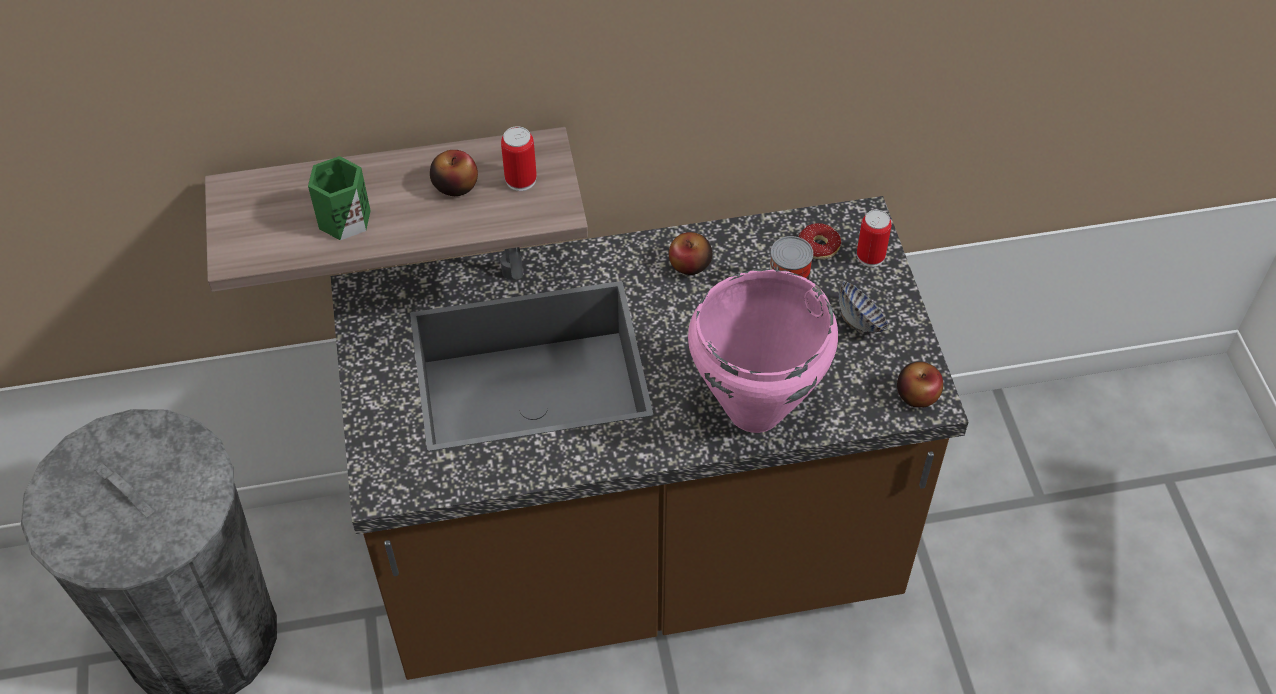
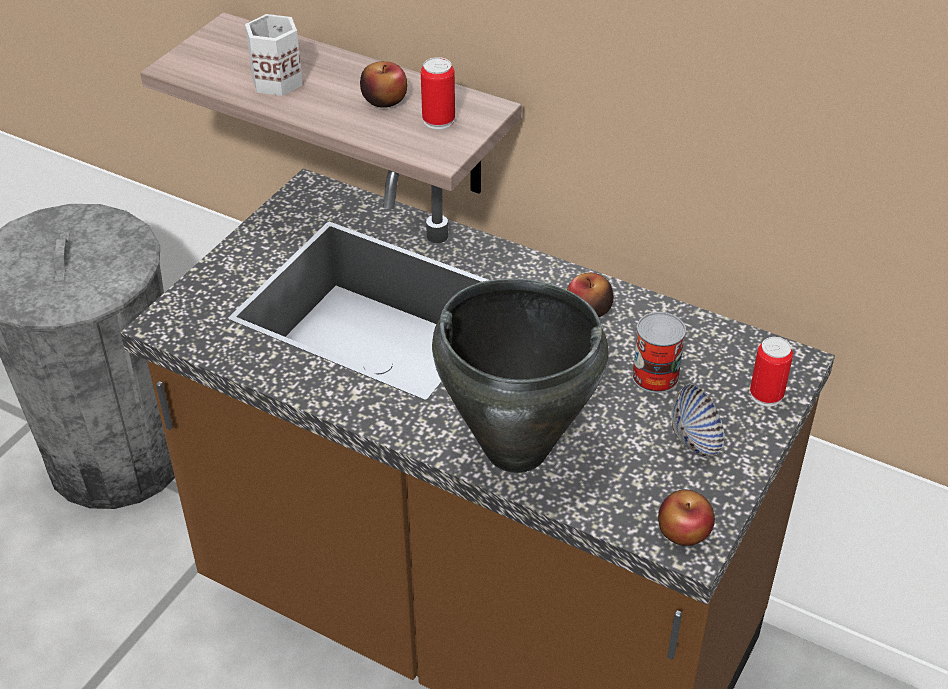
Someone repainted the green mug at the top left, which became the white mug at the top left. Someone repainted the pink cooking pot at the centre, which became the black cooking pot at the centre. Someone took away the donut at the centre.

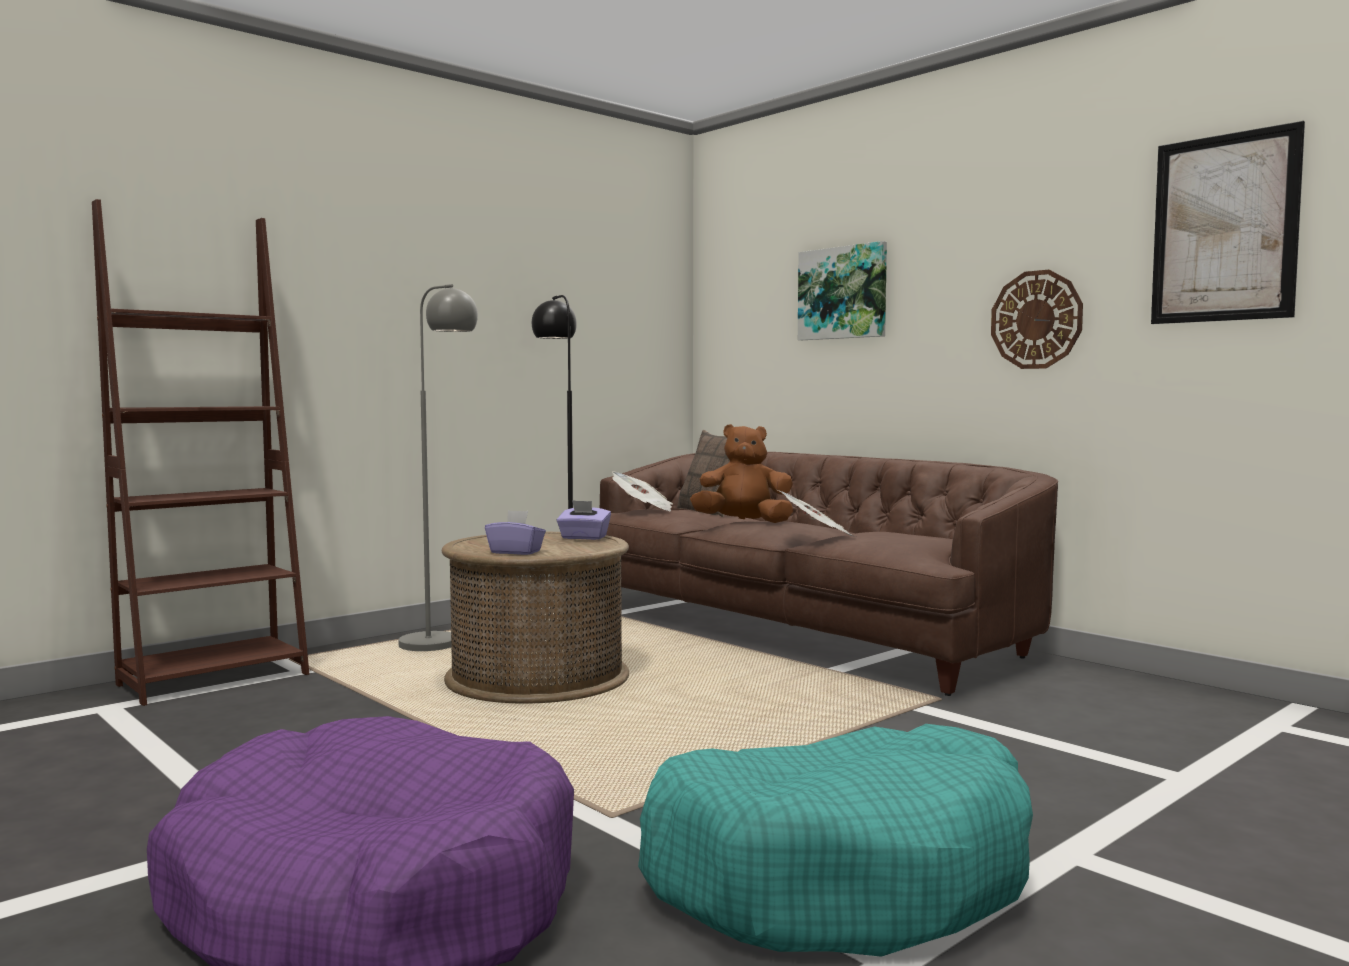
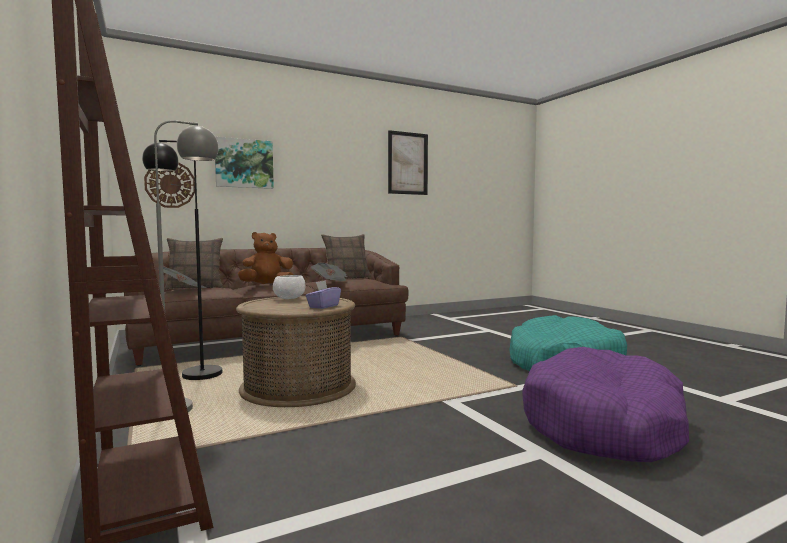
Someone carried the wall clock from the top right to the middle left. Someone rotated the brown plush toy at the centre by 45 degrees clockwise. Someone swapped the purple tissue box (no. 2 from left) at the centre for the white bowl at the centre. Someone put down the pillow (no. 2 from left) at the centre.

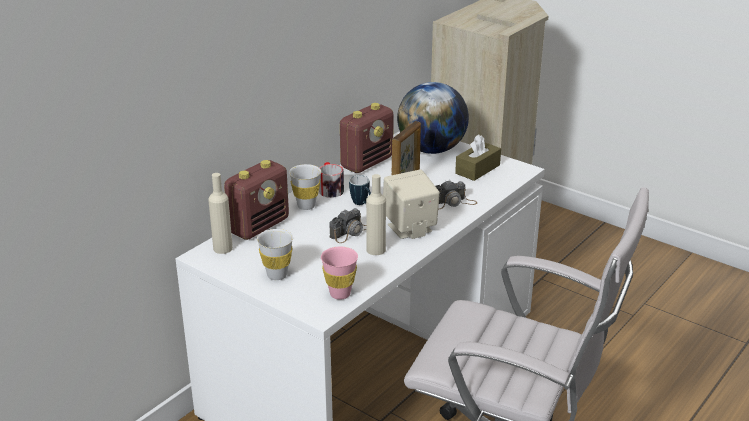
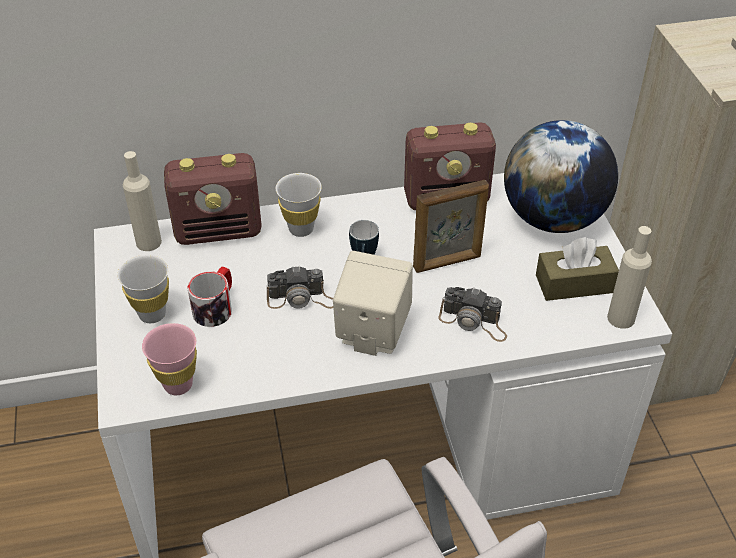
Someone carried the mug (no. 1 from left) from the centre to the middle left. Someone carried the beige bottle (no. 2 from left) from the centre to the middle right.

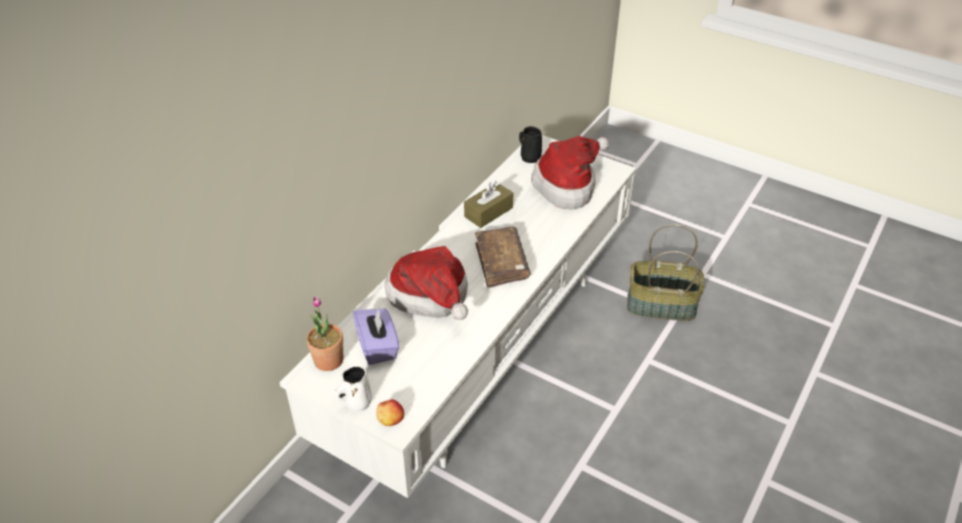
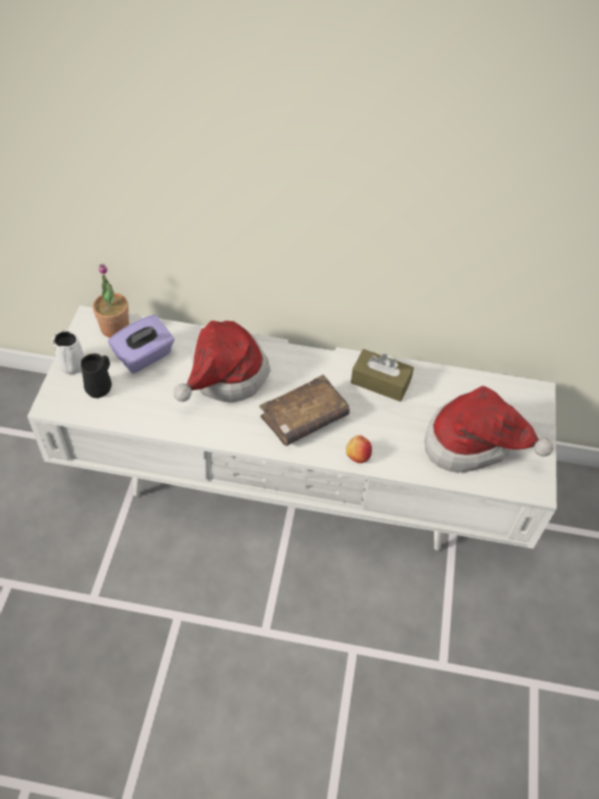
Someone carried the black mug from the top centre to the middle left. Someone carried the apple from the bottom centre to the centre. Someone took away the basket at the middle right.

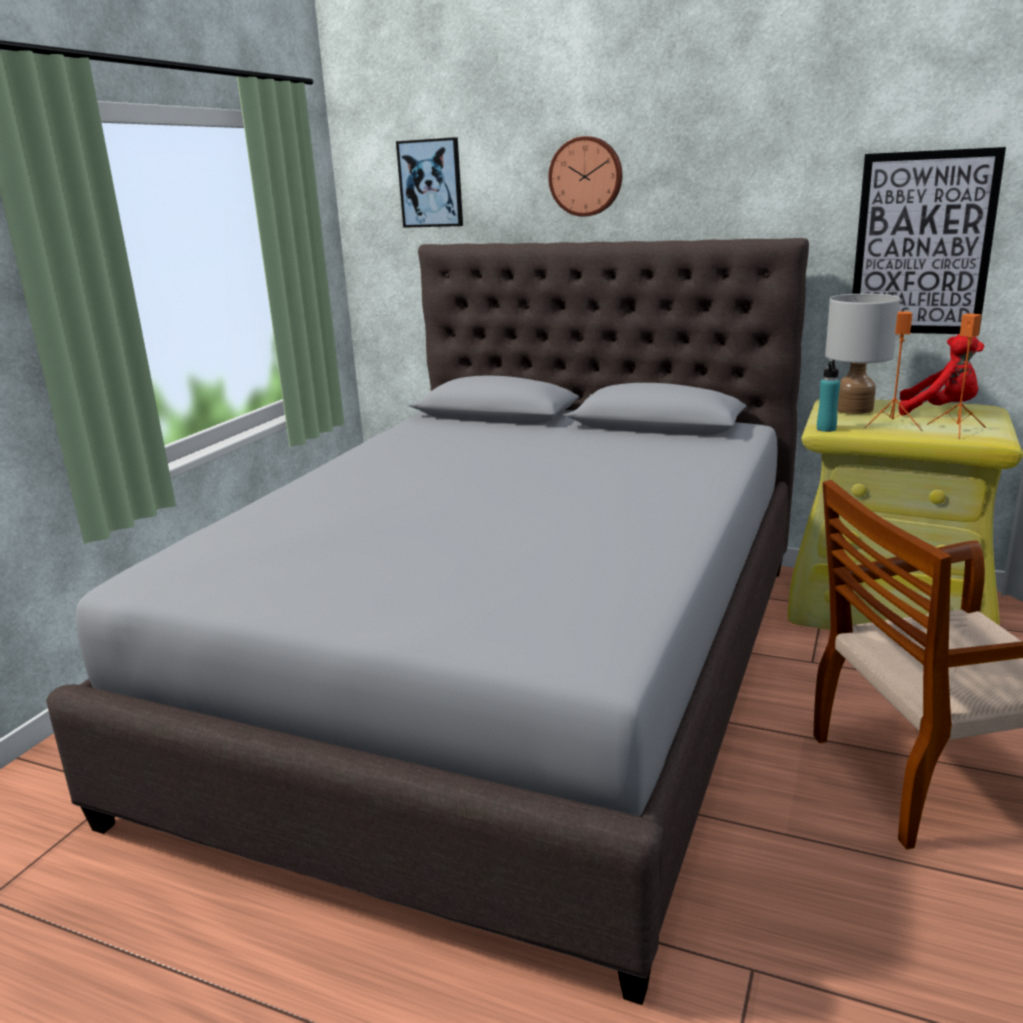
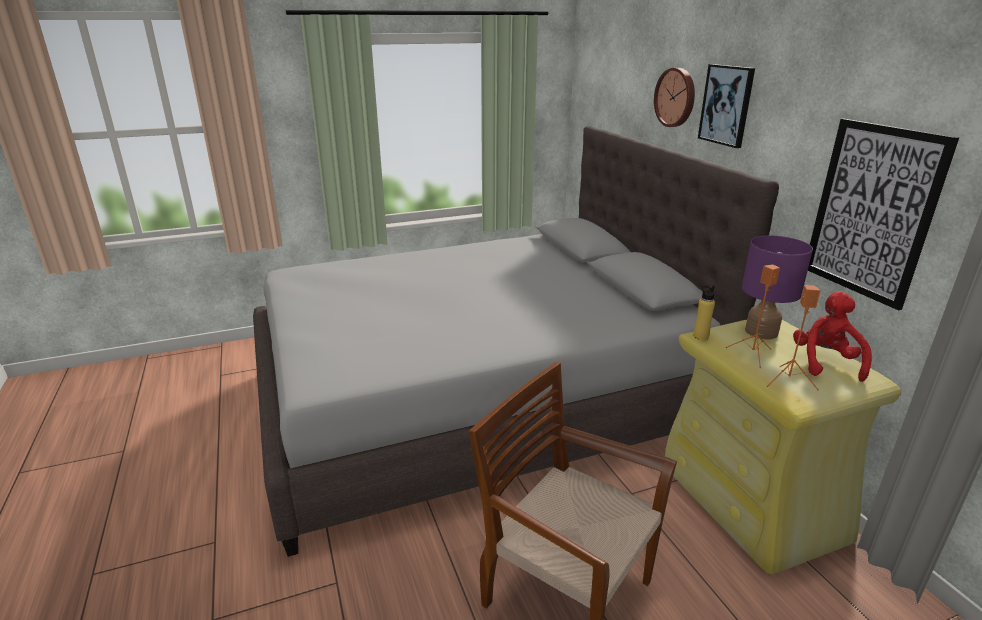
Someone repainted the turquoise bottle at the middle right, which became the yellow bottle at the middle right. Someone carried the picture (no. 1 from left) from the top centre to the top right. Someone repainted the grey table lamp at the middle right, which became the purple table lamp at the middle right. Someone rotated the red plush toy at the middle right by 150 degrees counterclockwise.

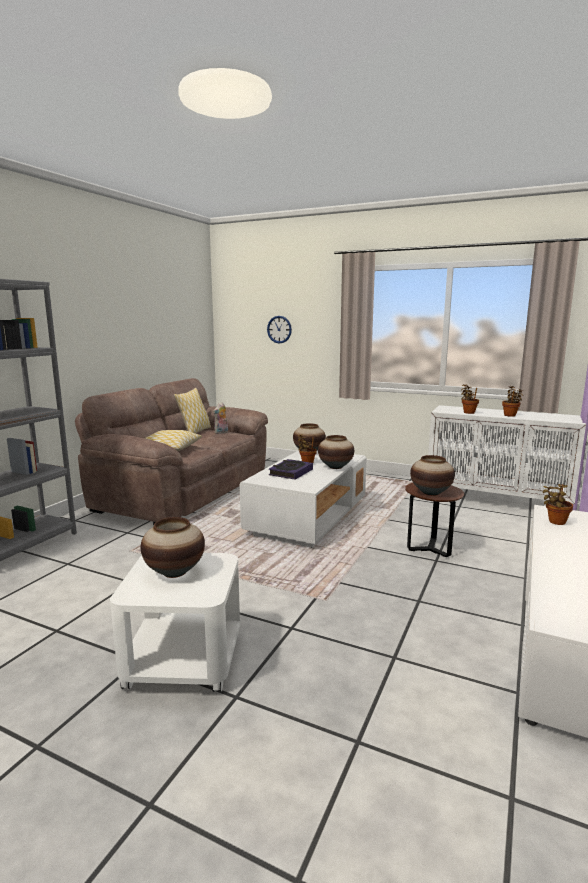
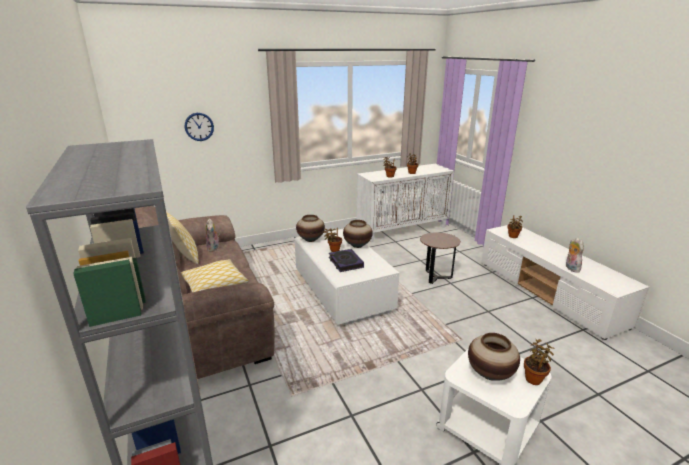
Someone put down the potted plant (no. 5 from left) at the bottom right. Someone put down the plush toy (no. 2 from left) at the middle right. Someone took away the vase (no. 4 from left) at the middle right.

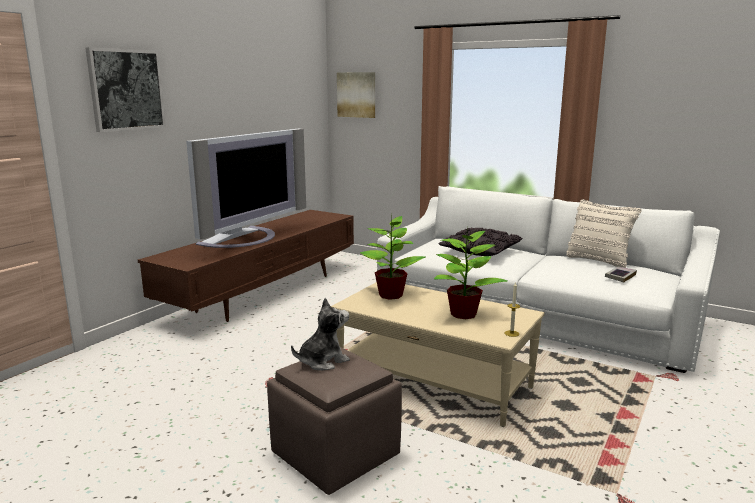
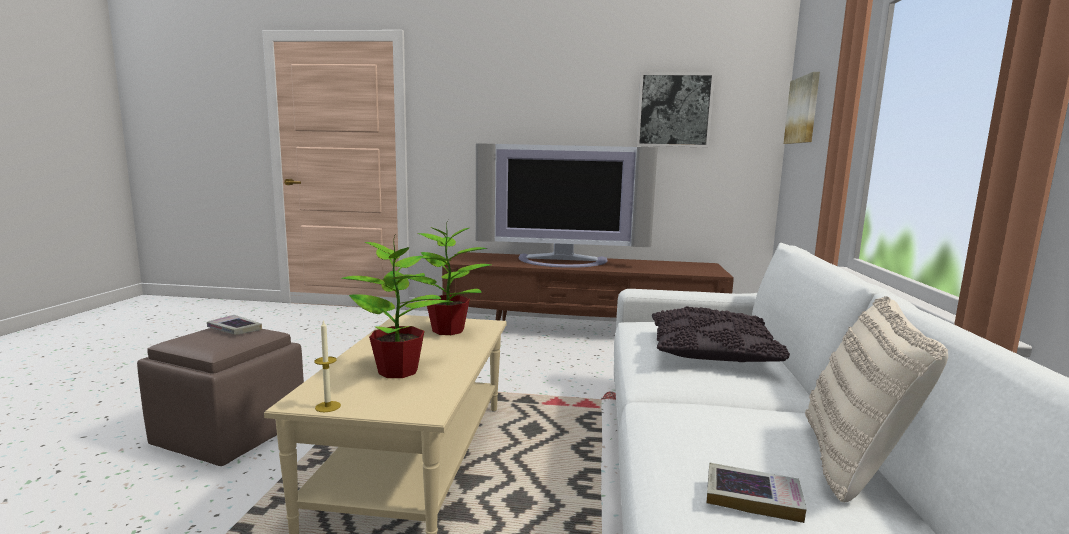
Someone swapped the plush toy at the centre for the book (no. 1 from left) at the middle left. Someone carried the picture (no. 1 from left) from the top left to the top centre.

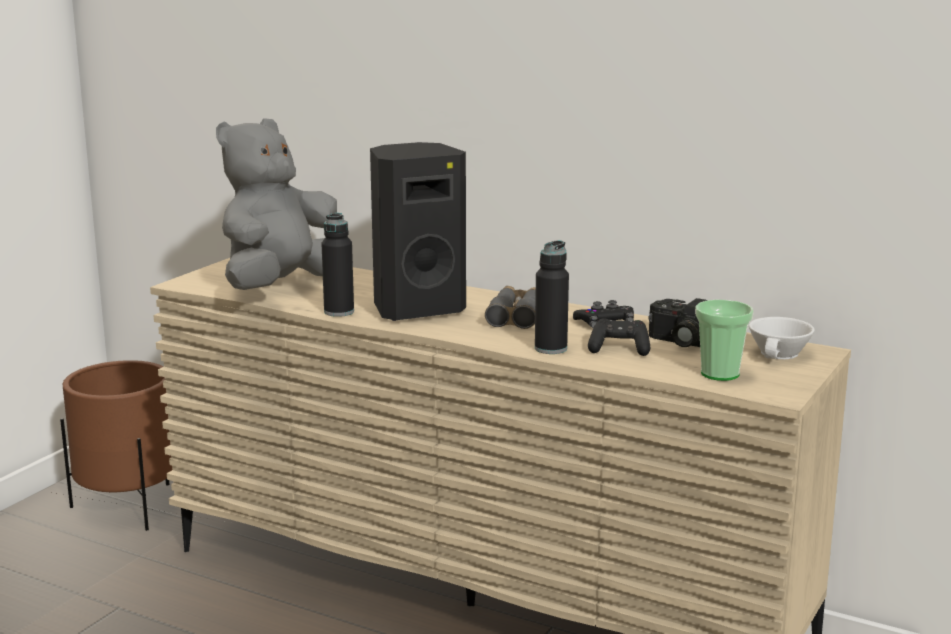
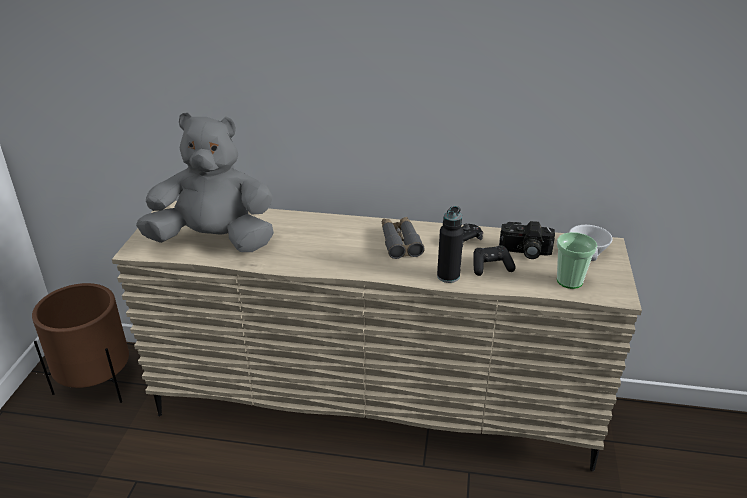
Someone rotated the grey plush toy at the top left by 75 degrees clockwise. Someone took away the black bottle (no. 1 from left) at the centre. Someone took away the black speaker at the centre.

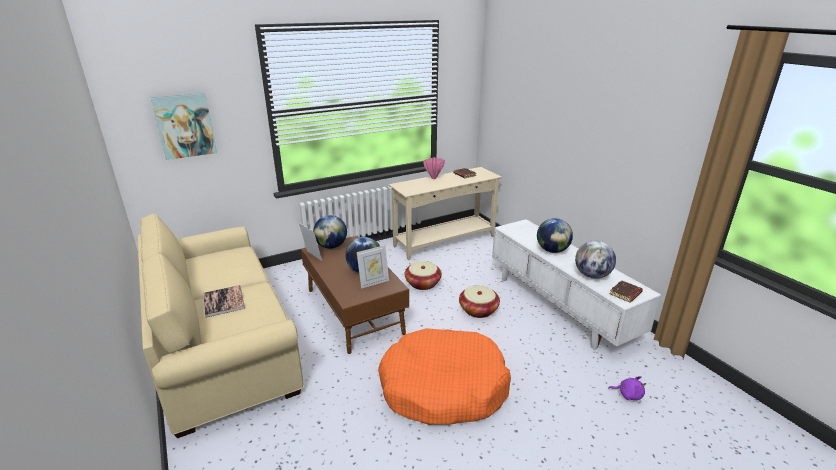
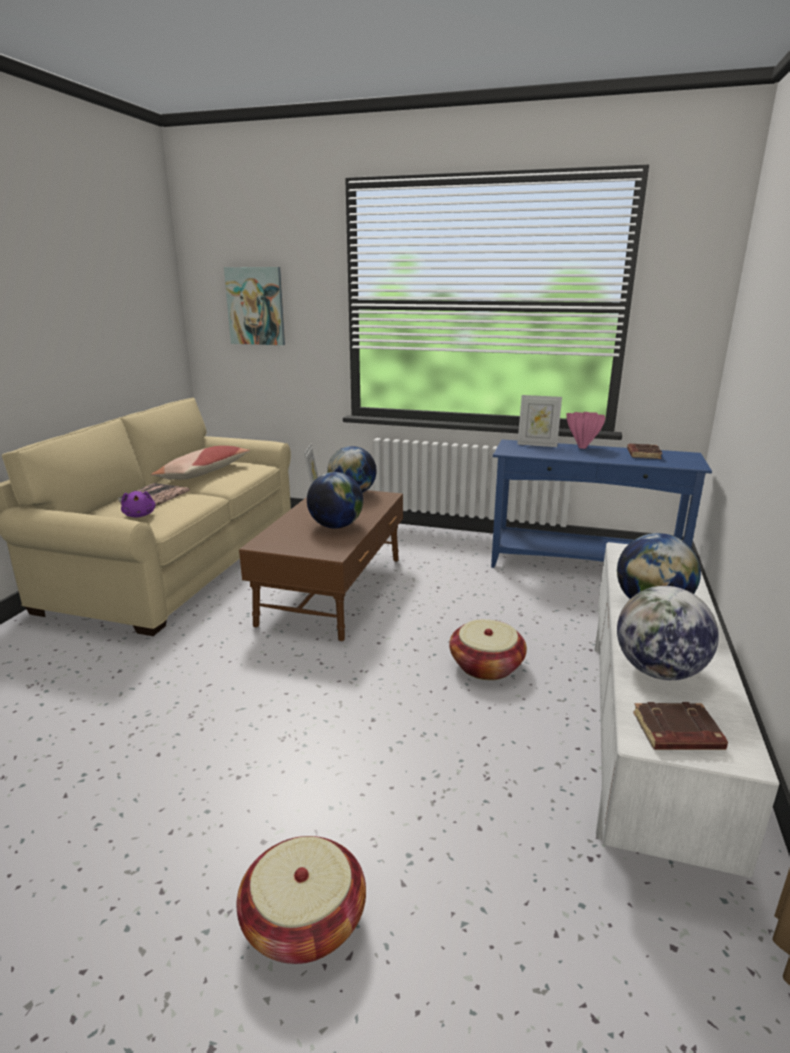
Someone carried the purple plush toy from the bottom right to the middle left. Someone put down the pillow at the middle left. Someone carried the basket (no. 1 from left) from the centre to the bottom centre. Someone repainted the beige console table at the centre, which became the blue console table at the middle right. Someone carried the picture frame (no. 2 from left) from the centre to the middle right. Someone took away the orange dog bed at the bottom centre.

